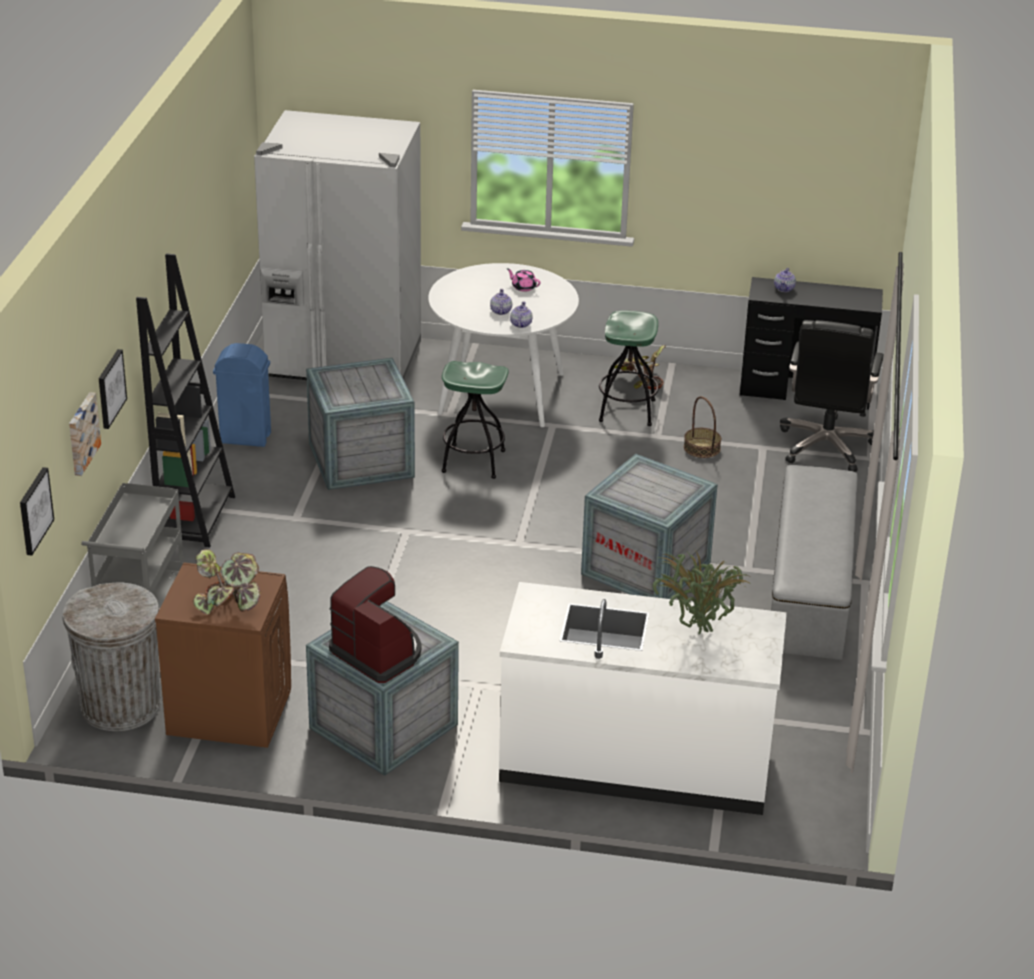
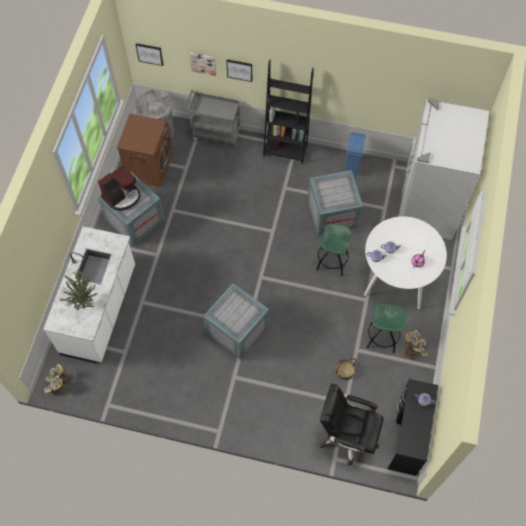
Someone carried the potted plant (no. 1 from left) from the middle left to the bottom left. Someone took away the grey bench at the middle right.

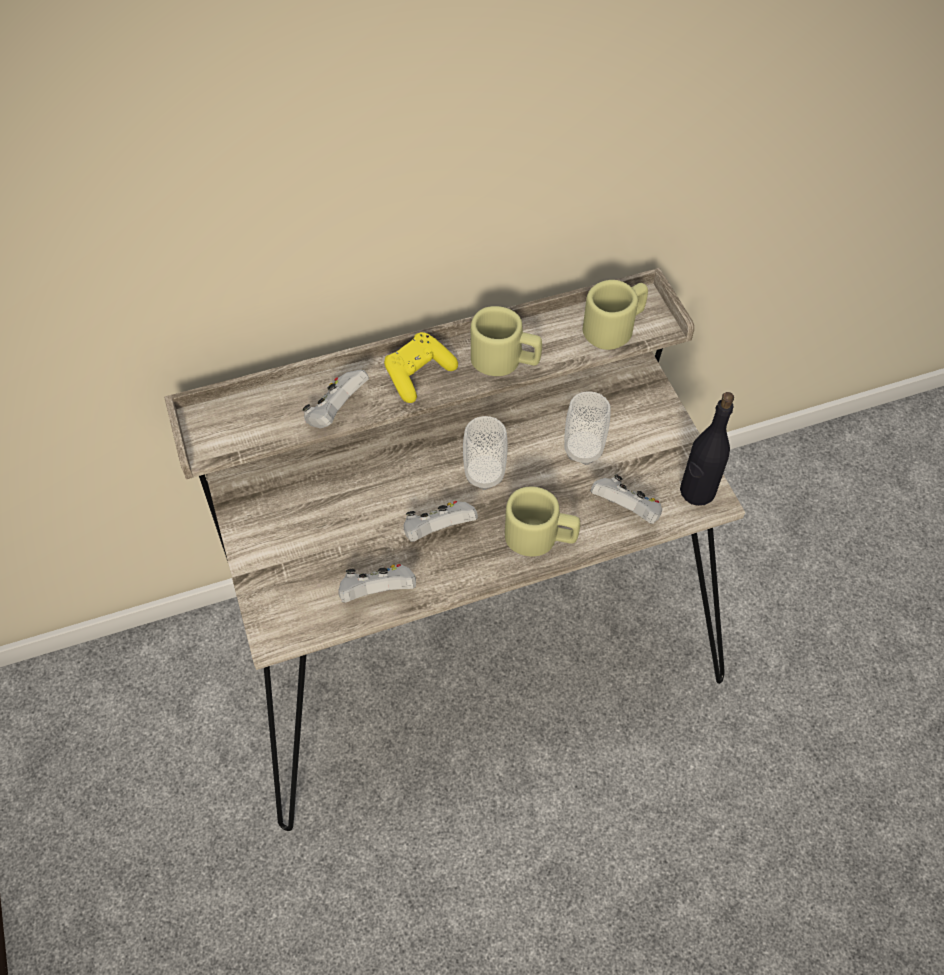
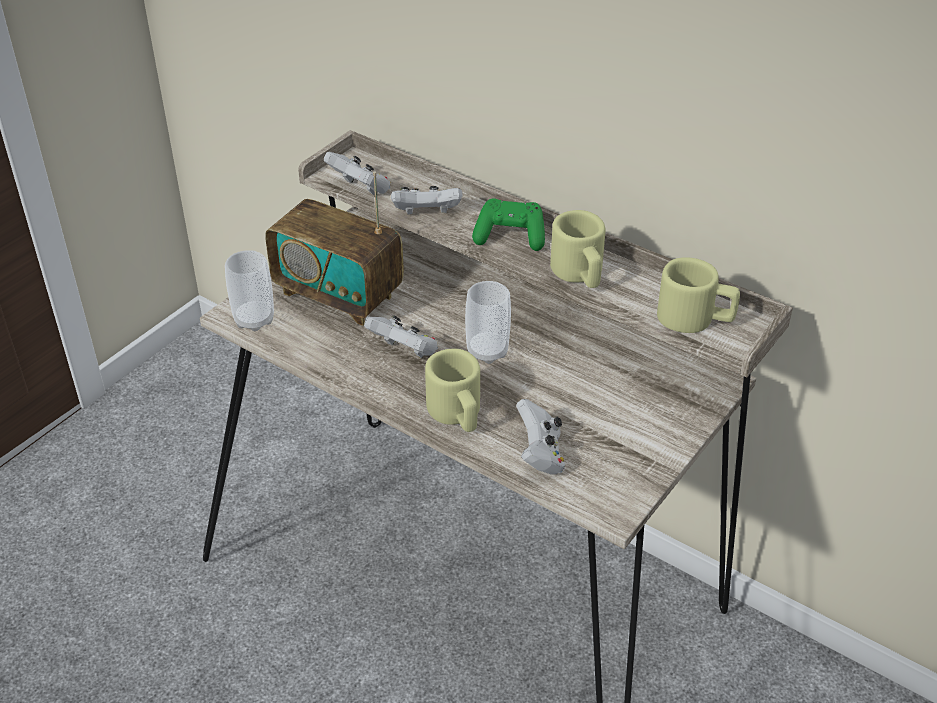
Someone carried the cup (no. 2 from left in the first image) from the centre to the middle left. Someone put down the radio at the centre. Someone carried the white game controller (no. 2 from left in the first image) from the centre to the top centre. Someone repainted the yellow game controller at the centre, which became the green game controller at the top centre. Someone took away the black bottle at the middle right.

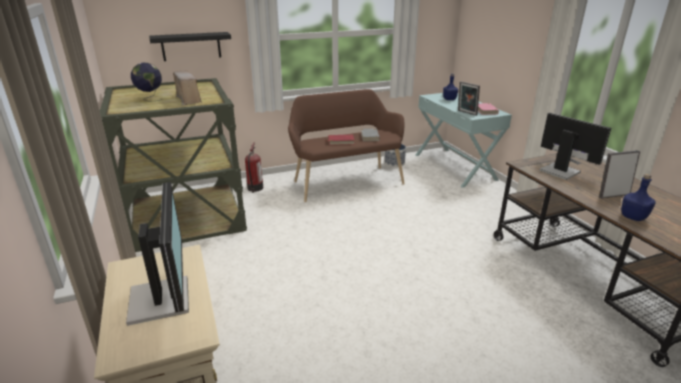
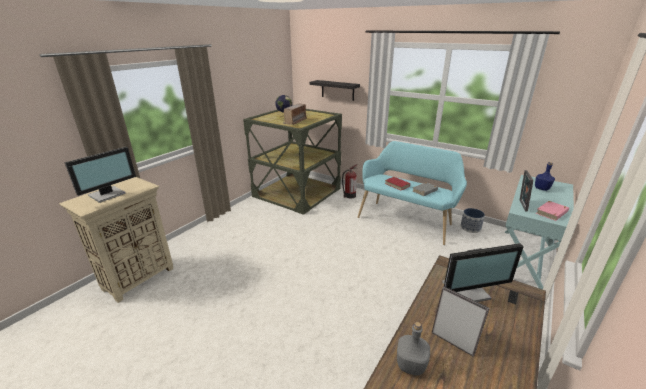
Someone repainted the brown bench at the centre, which became the turquoise bench at the centre. Someone repainted the blue bottle (no. 2 from left) at the middle right, which became the grey bottle at the bottom centre. Someone rotated the monitor (no. 2 from left) at the middle right by 60 degrees clockwise.

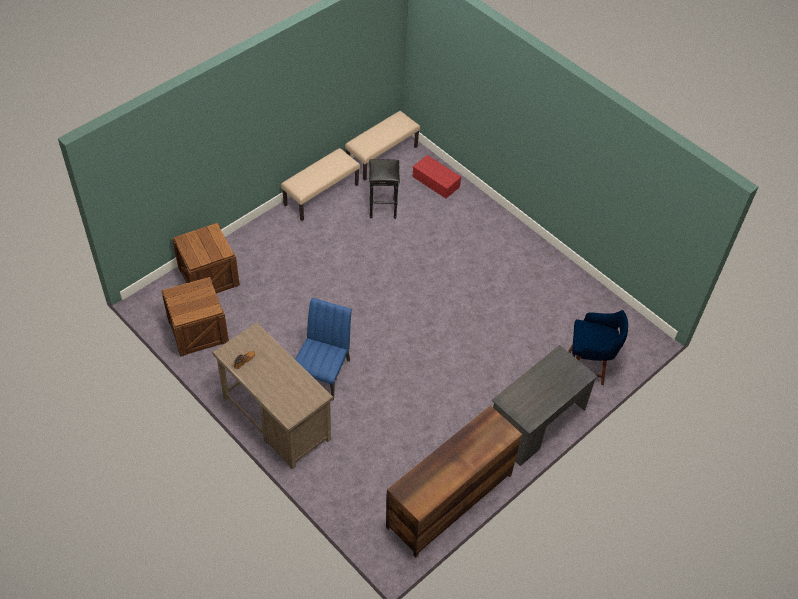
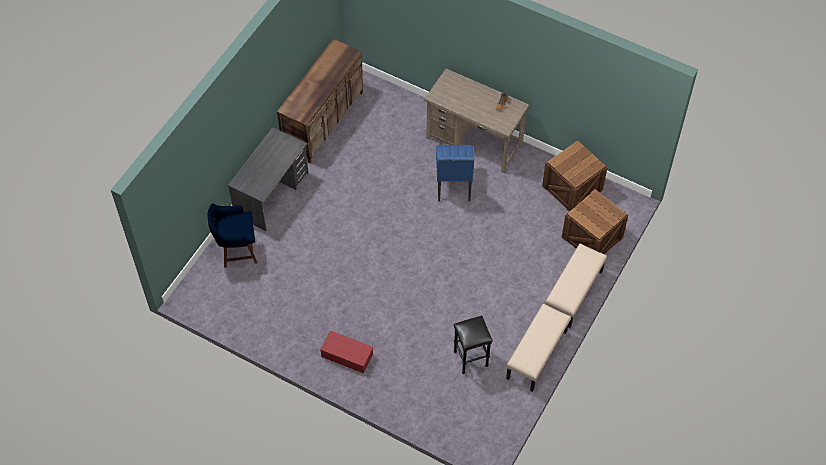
Someone carried the red storage box from the top centre to the bottom centre. Someone carried the beige bench (no. 2 from left) from the top centre to the middle right.

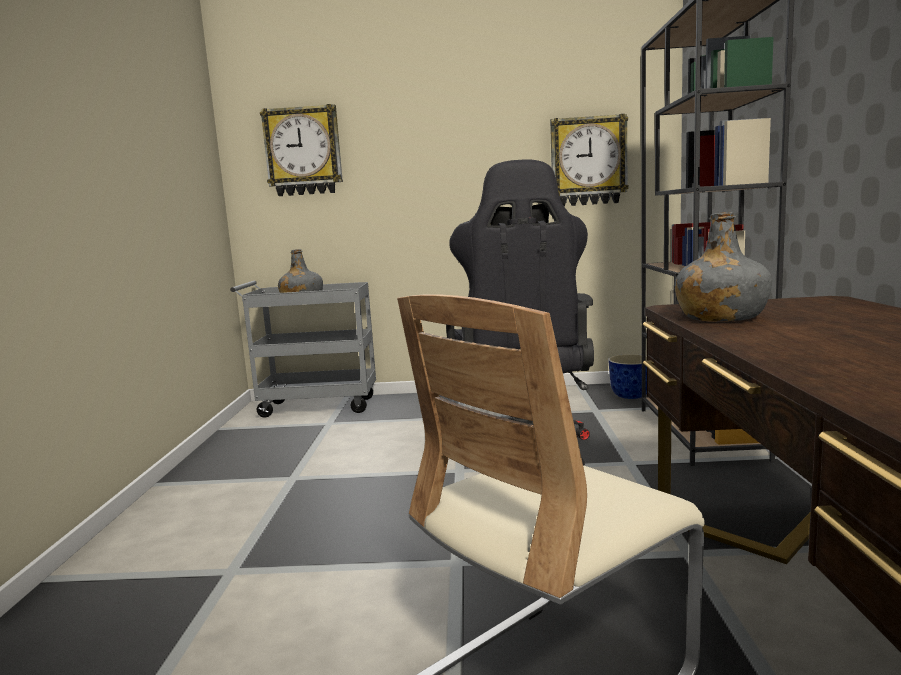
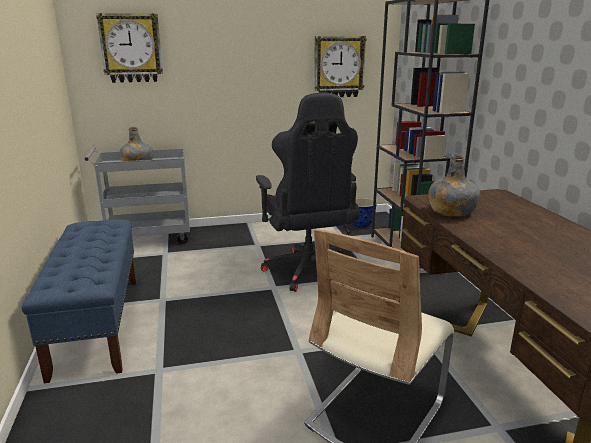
Someone put down the blue bench at the bottom left.

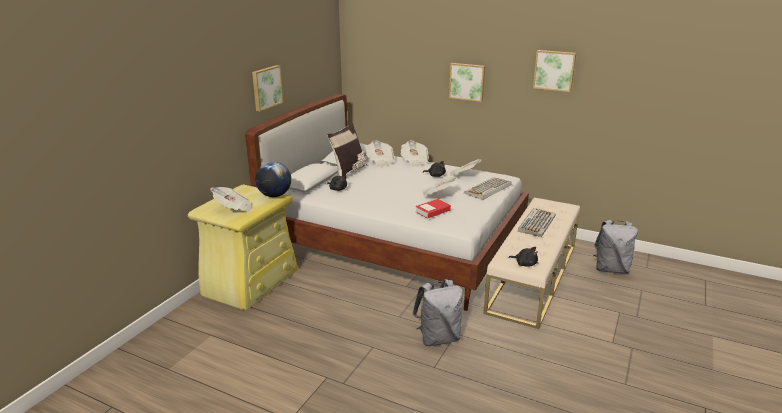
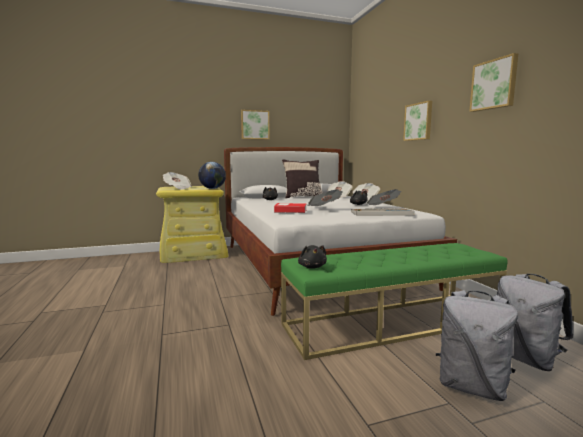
Someone repainted the beige bench at the middle right, which became the green bench at the bottom right. Someone carried the grey backpack (no. 1 from left) from the bottom centre to the bottom right. Someone took away the keyboard (no. 2 from left) at the middle right.

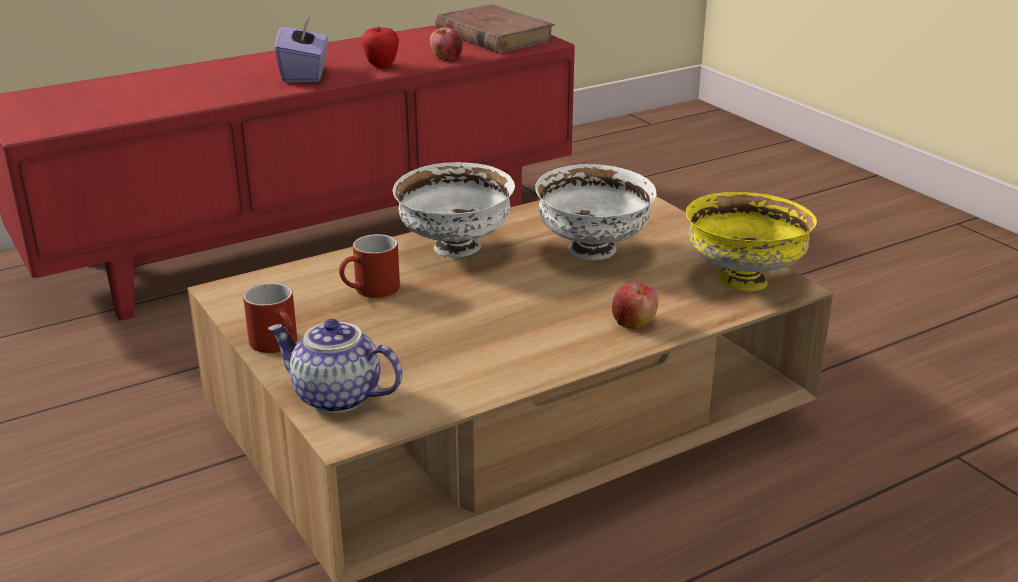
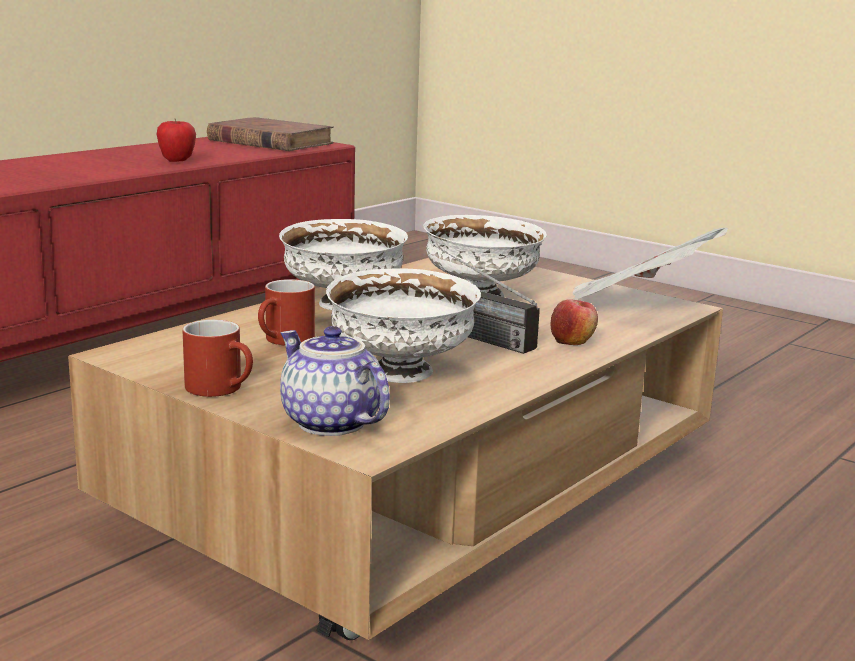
Someone rotated the teapot at the middle left by 45 degrees clockwise. Someone put down the white bowl (no. 2 from left) at the centre. Someone put down the radio at the centre. Someone swapped the yellow bowl at the middle right for the newspaper at the middle right. Someone took away the purple tissue box at the top left. Someone took away the apple (no. 2 from left) at the top centre.

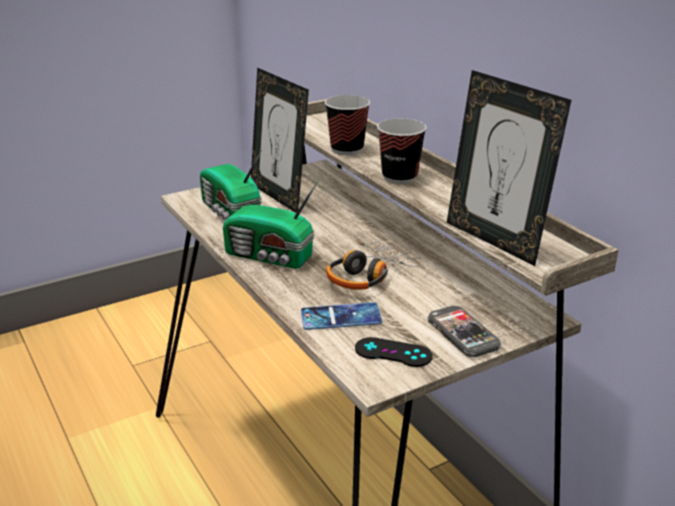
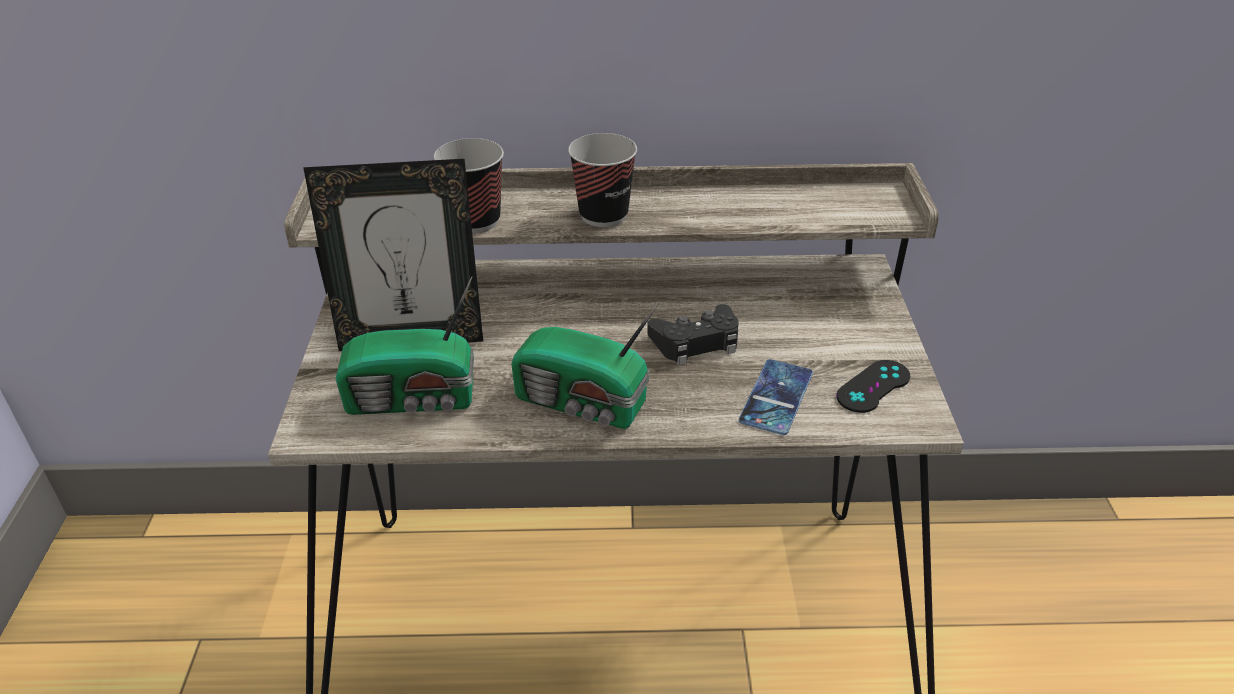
Someone rotated the radio (no. 2 from left) at the centre by 60 degrees clockwise. Someone swapped the headphones at the centre for the black game controller (no. 1 from left) at the centre. Someone took away the phone (no. 2 from left) at the middle right. Someone took away the picture frame (no. 2 from left) at the top right.

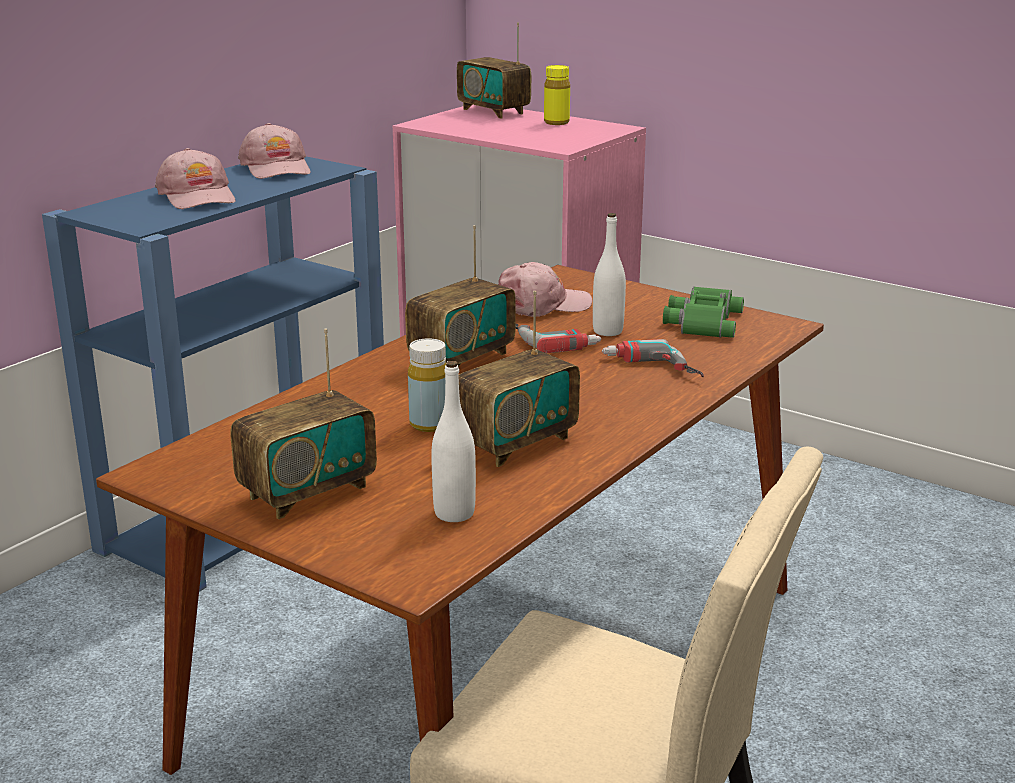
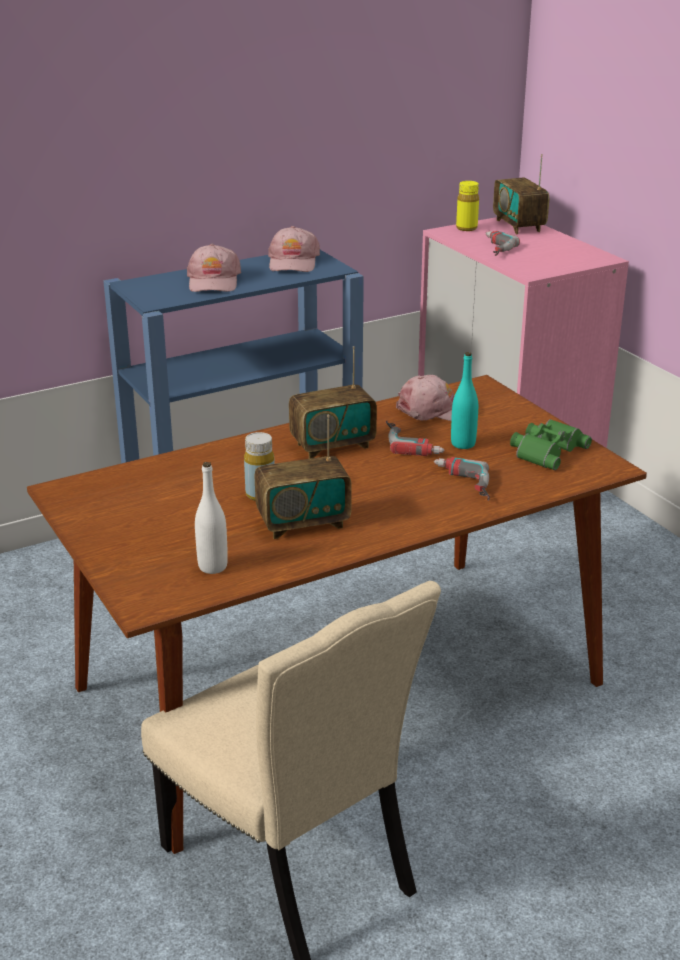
Someone repainted the white bottle (no. 2 from left) at the centre, which became the turquoise bottle at the middle right. Someone carried the yellow bottle (no. 2 from left) from the top centre to the top right. Someone put down the power drill (no. 3 from left) at the top right. Someone took away the radio (no. 1 from left) at the middle left.

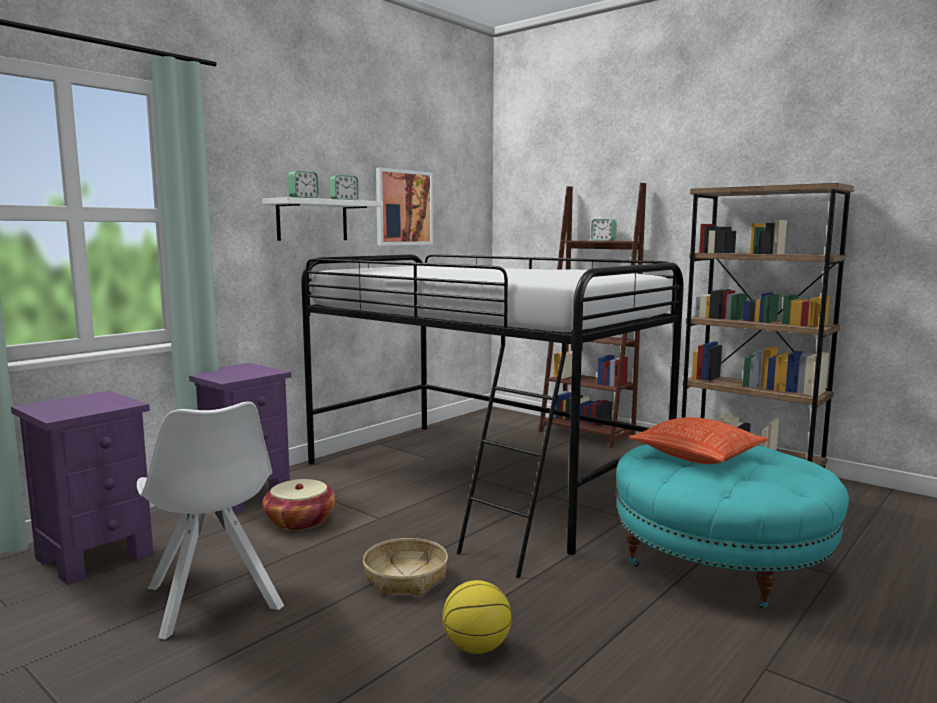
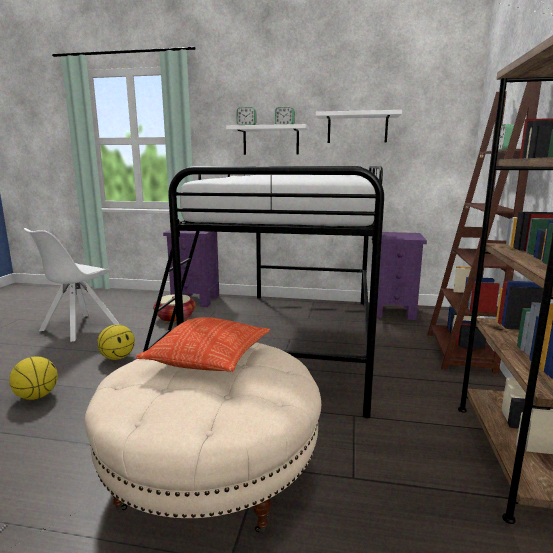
Someone repainted the turquoise ottoman at the bottom right, which became the beige ottoman at the bottom centre. Someone swapped the basket (no. 2 from left) at the bottom centre for the basketball (no. 2 from left) at the middle left. Someone swapped the picture at the top centre for the white shelf (no. 2 from left) at the top centre. Someone carried the purple nightstand (no. 1 from left in the first image) from the bottom left to the middle right.

